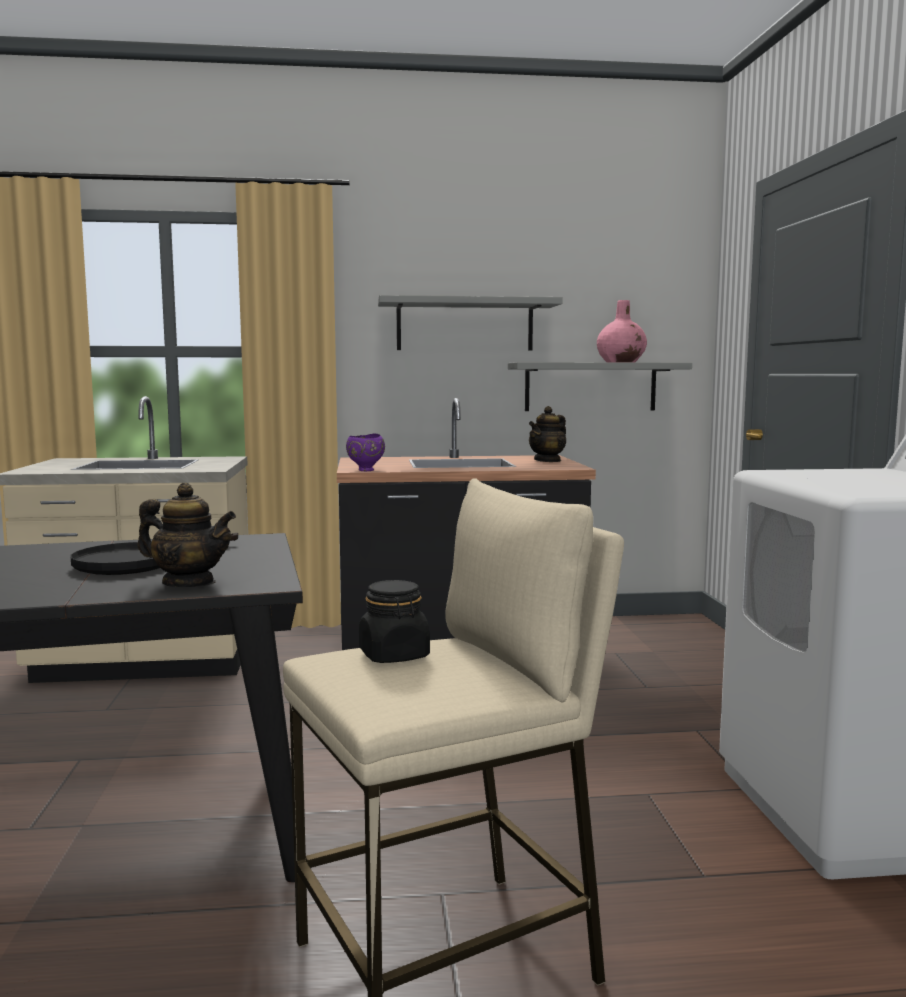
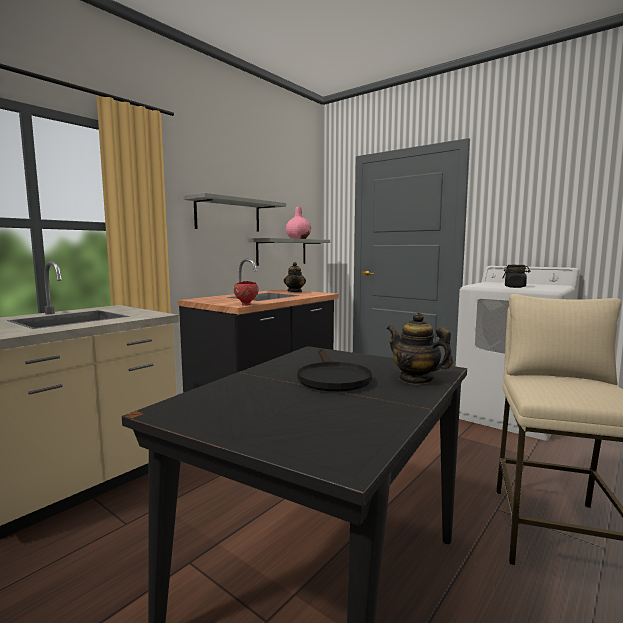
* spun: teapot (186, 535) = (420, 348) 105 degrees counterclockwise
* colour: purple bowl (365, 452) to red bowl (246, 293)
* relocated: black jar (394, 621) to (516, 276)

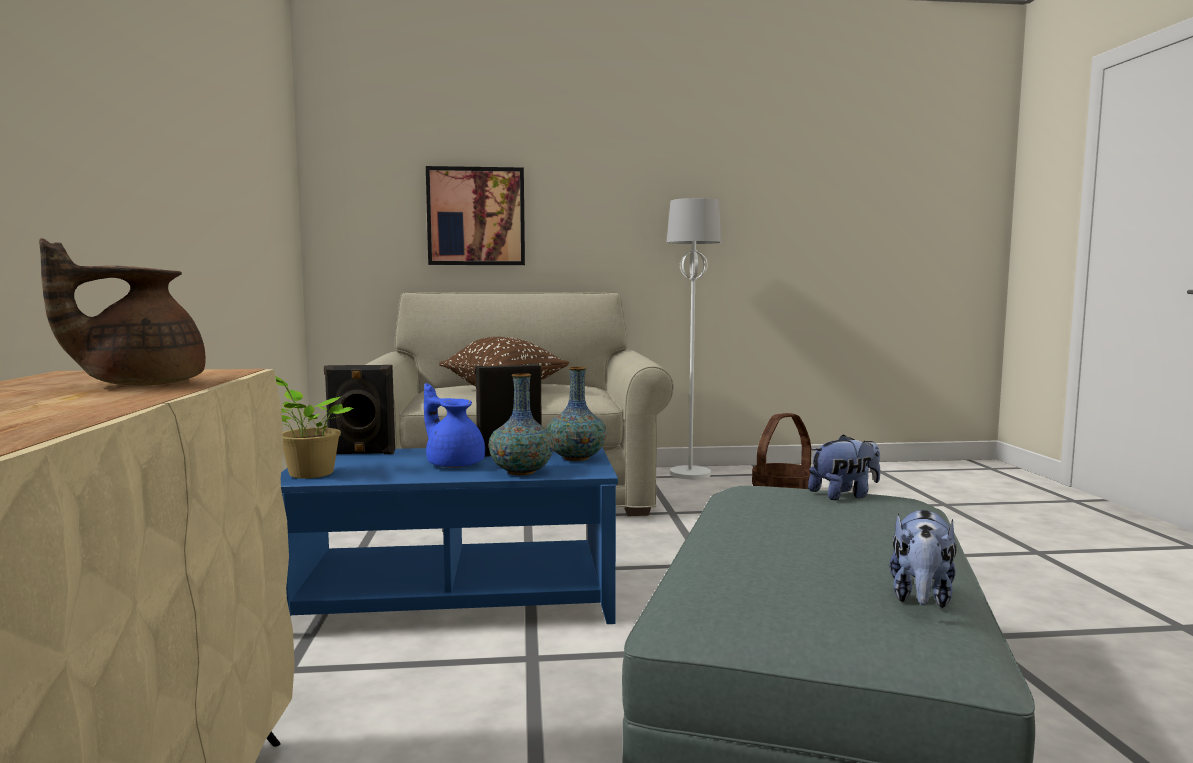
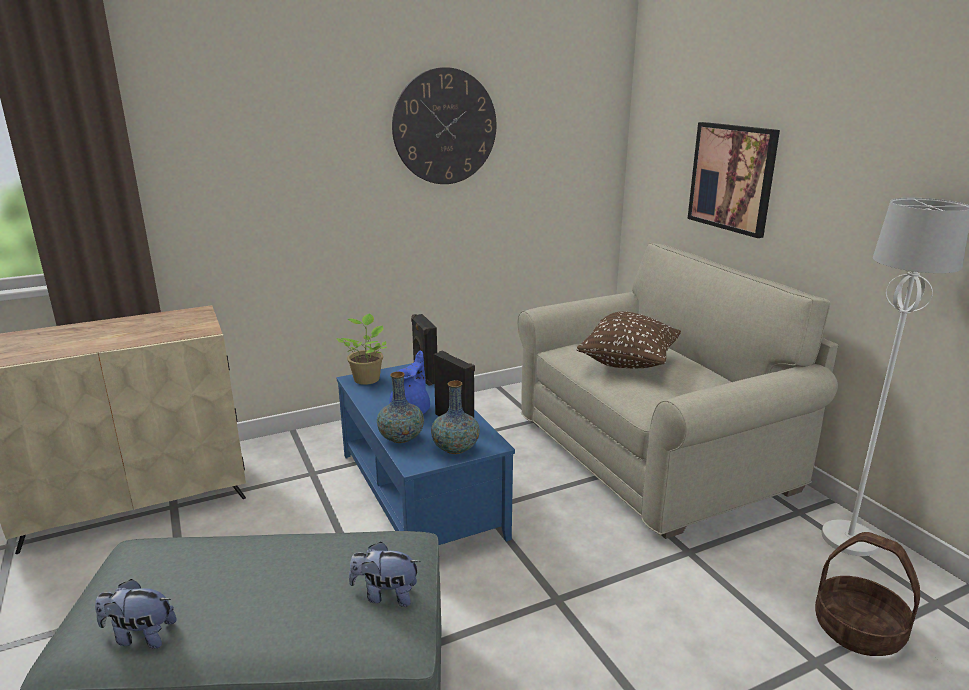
* missing: brown teapot (122, 312)
* spun: plush toy (844, 467) = (385, 574) 135 degrees clockwise
* appeared: wall clock (444, 125)

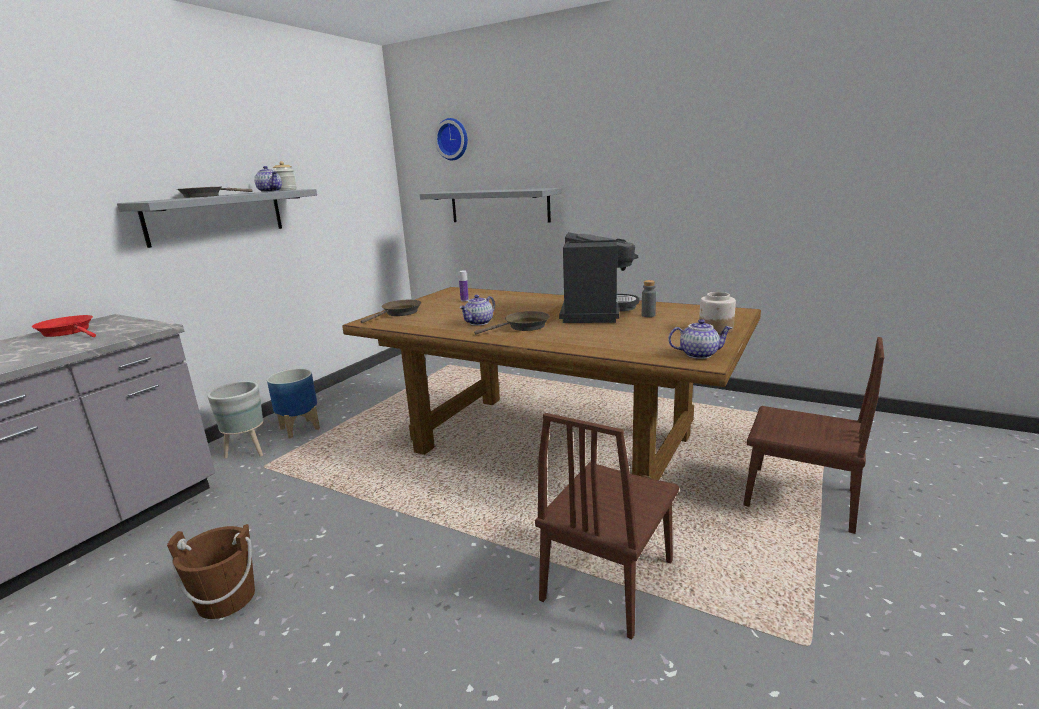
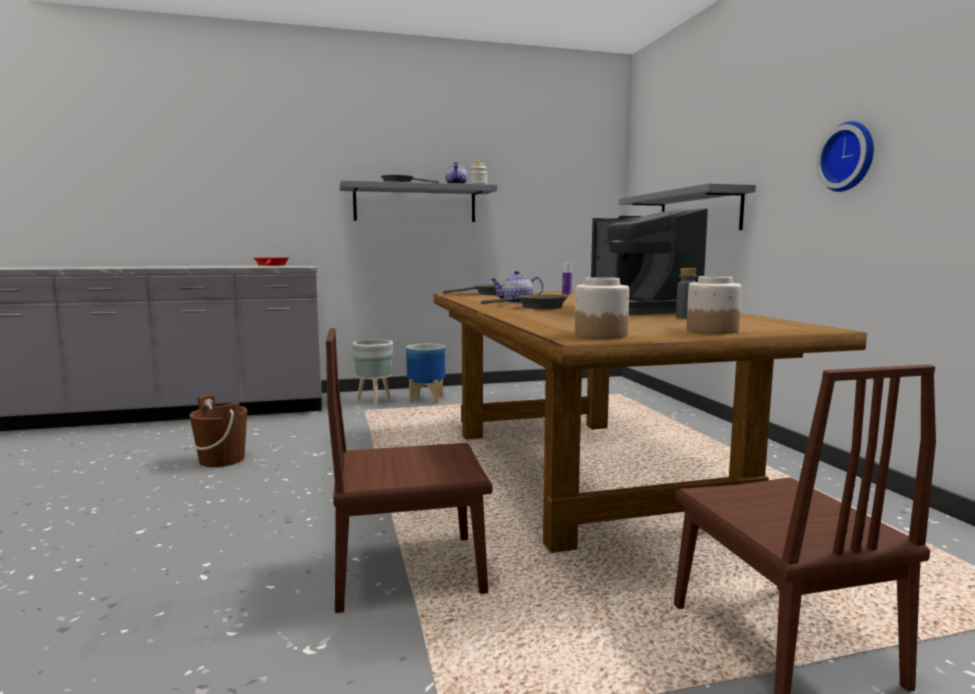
* relocated: wall clock (451, 139) to (845, 156)
* spun: coffee machine (599, 277) = (649, 261) 105 degrees clockwise
* exchanged: teapot (700, 339) to jar (602, 308)

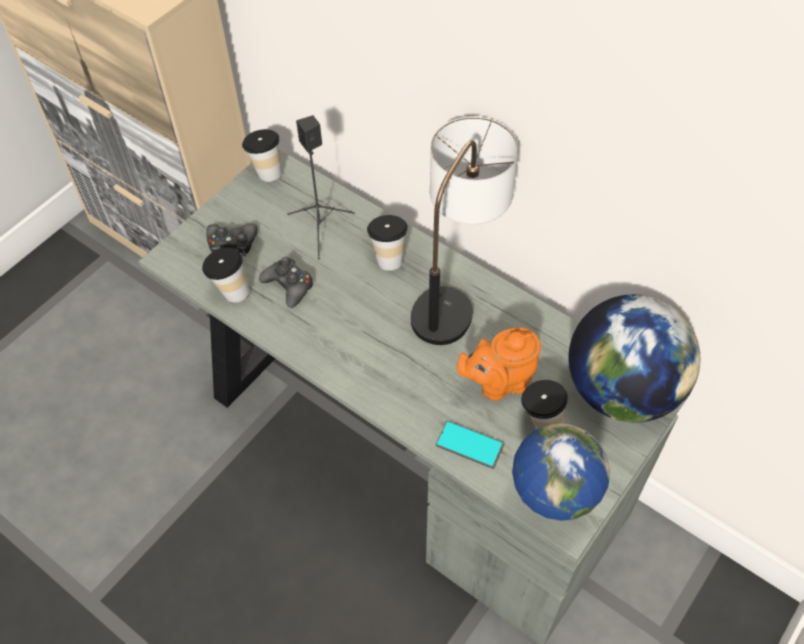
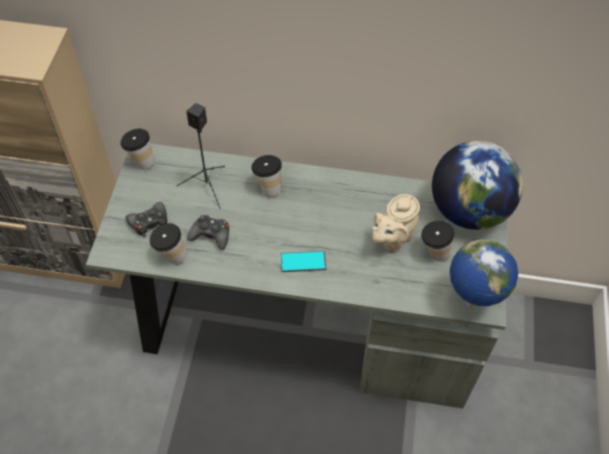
* missing: table lamp (465, 230)
* relocated: phone (470, 444) to (303, 261)
* colour: orange teapot (499, 364) to beige teapot (396, 223)

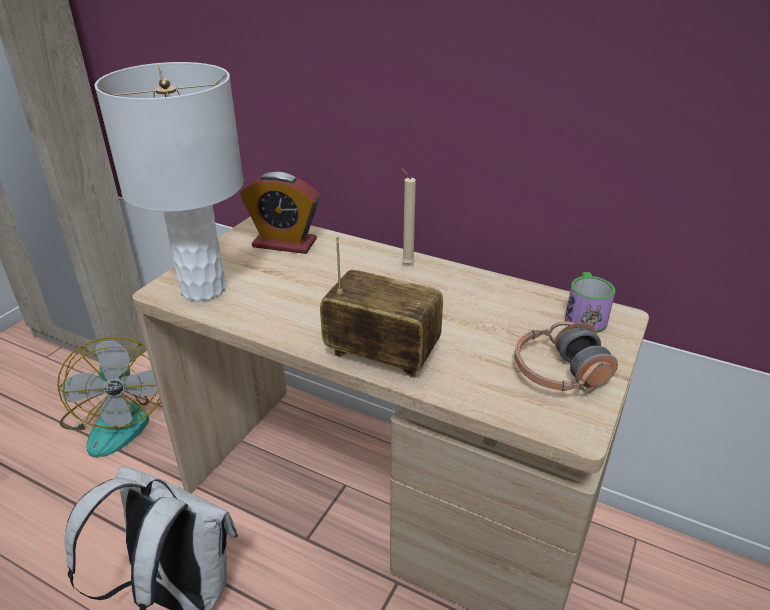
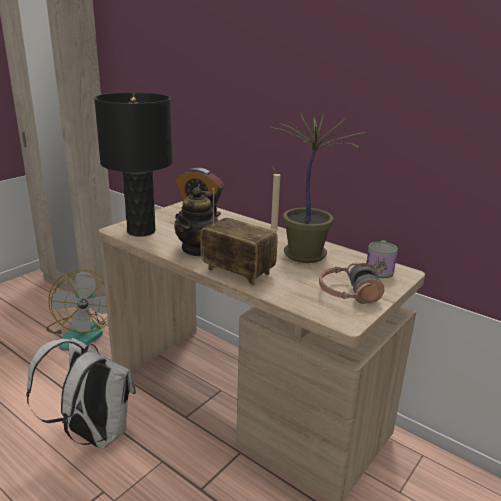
* colour: white table lamp (169, 182) to black table lamp (133, 164)
* appeared: teapot (196, 221)
* appeared: potted plant (320, 188)

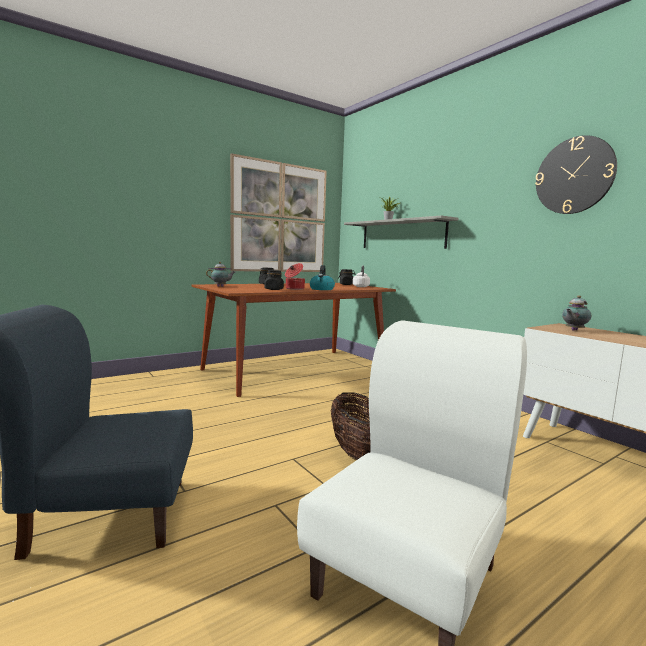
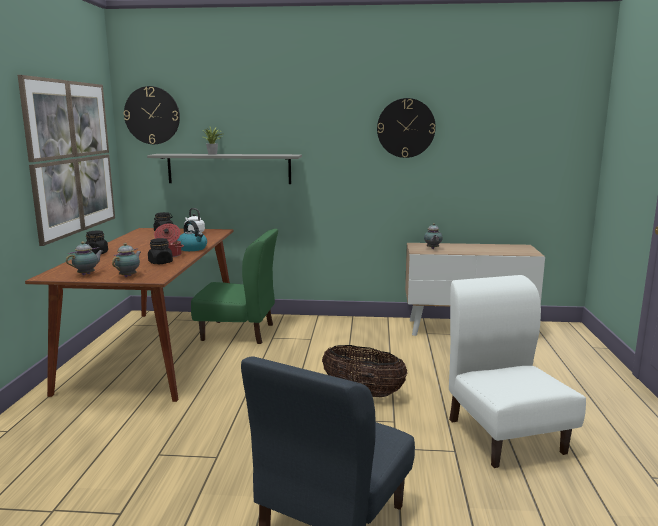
* appeared: teapot (126, 260)
* appeared: wall clock (152, 115)
* appeared: green chair (234, 286)

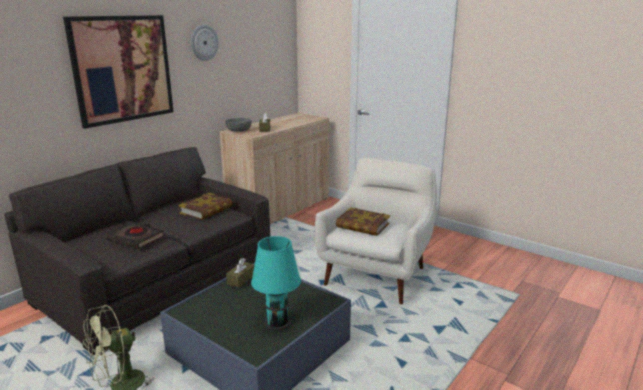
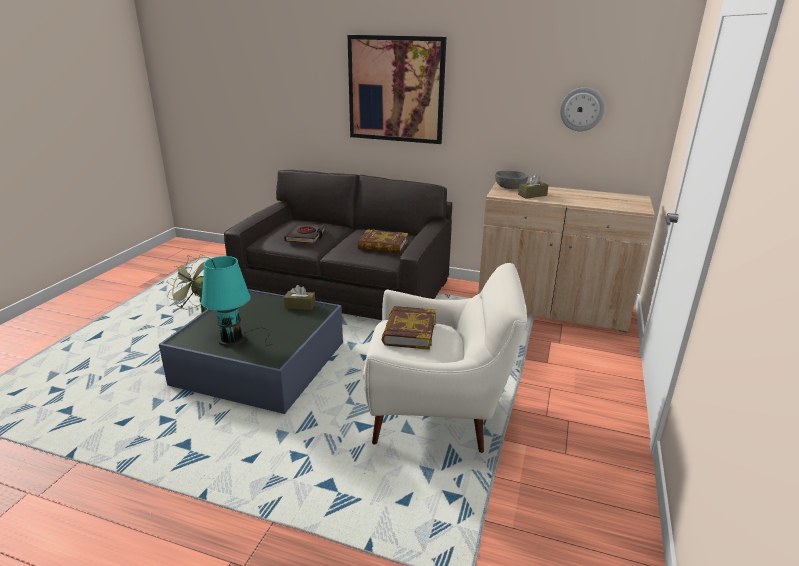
* relocated: wall clock (205, 42) to (582, 109)

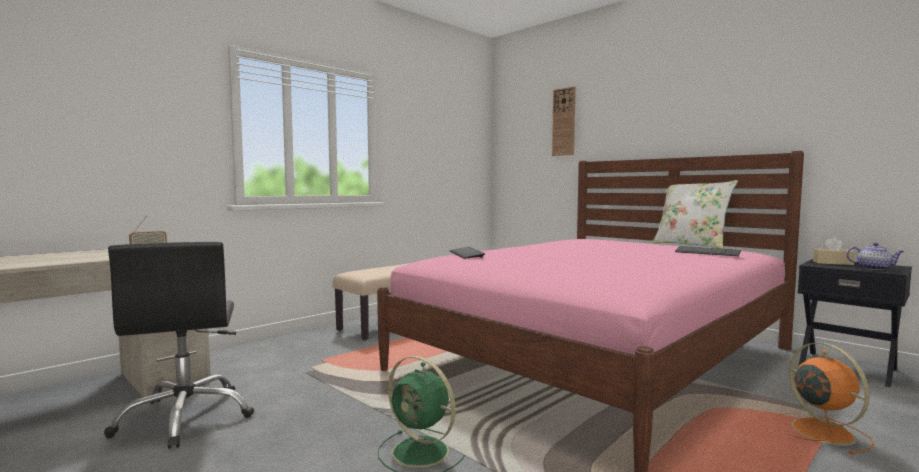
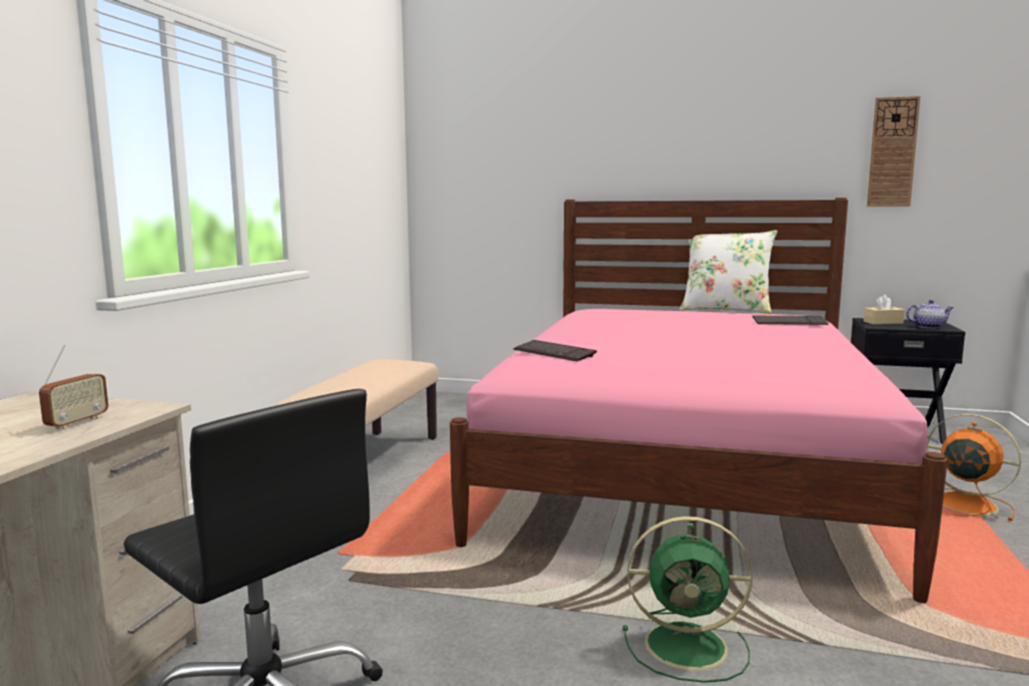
* relocated: wall clock (563, 121) to (894, 151)

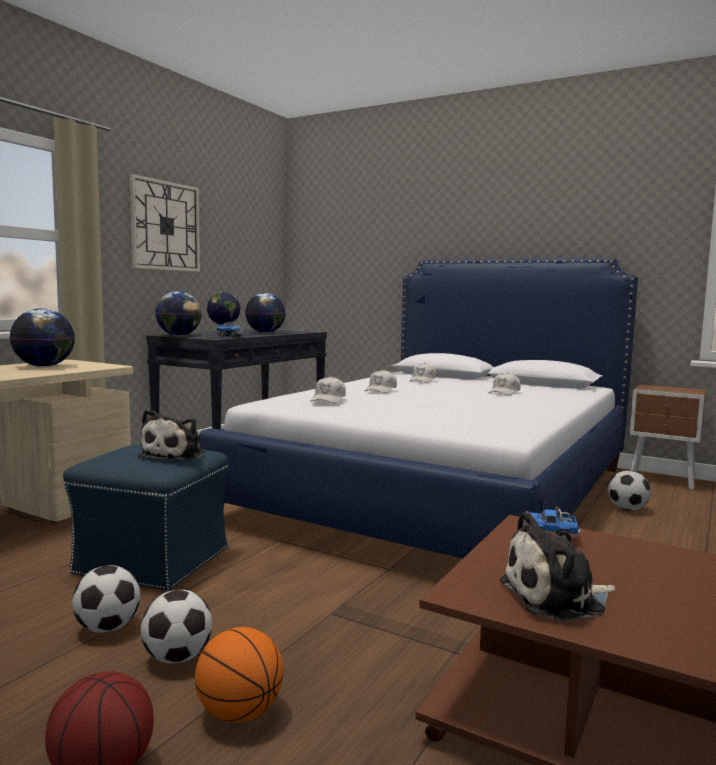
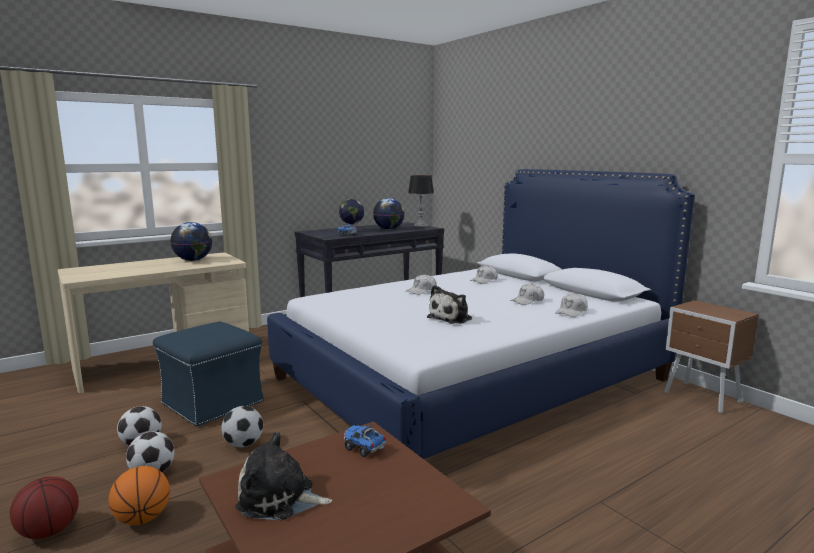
* missing: wall clock (165, 223)
* relocated: plush toy (171, 435) to (449, 304)
* missing: globe (178, 313)
* relocated: white cap (328, 389) to (571, 305)
* relocated: football (629, 491) to (242, 426)
* appeared: table lamp (421, 201)

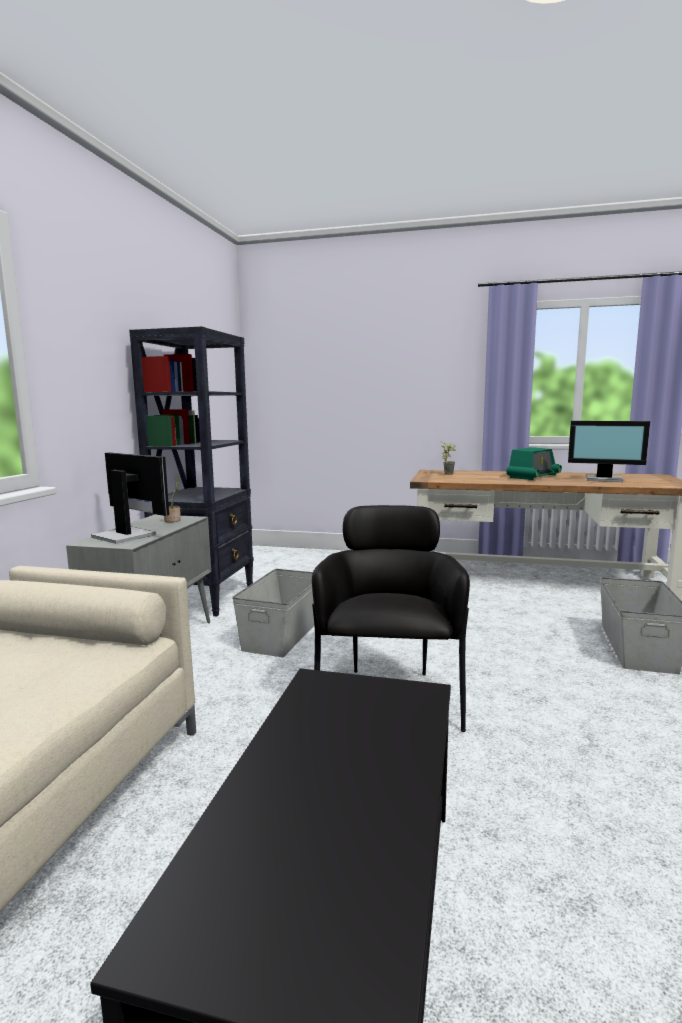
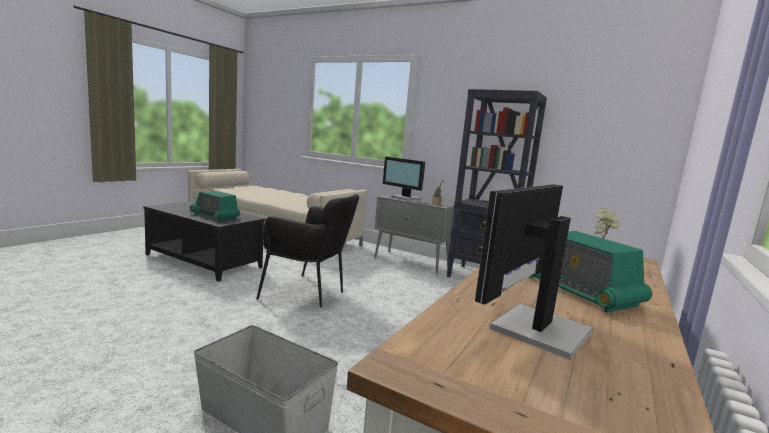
* spun: monitor (130, 498) = (404, 178) 75 degrees clockwise
* missing: grey storage box (273, 613)
* appeared: radio (214, 206)

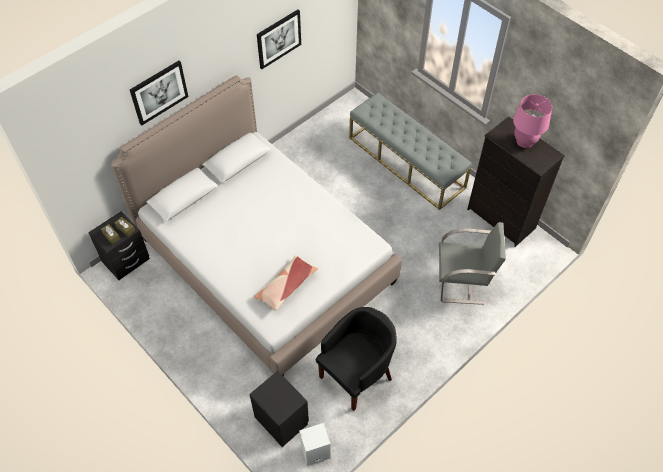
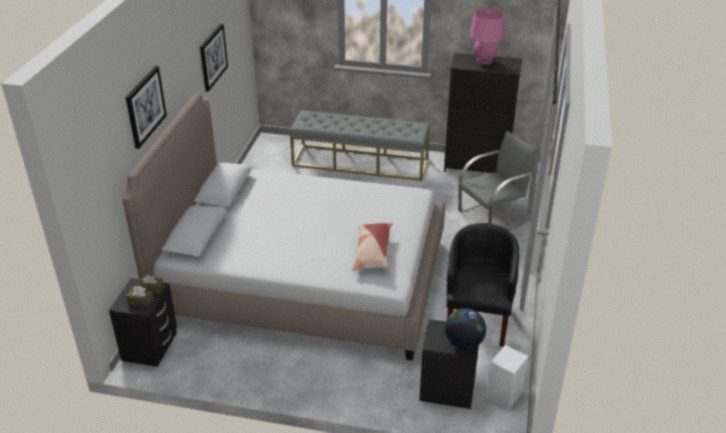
* appeared: globe (465, 329)

